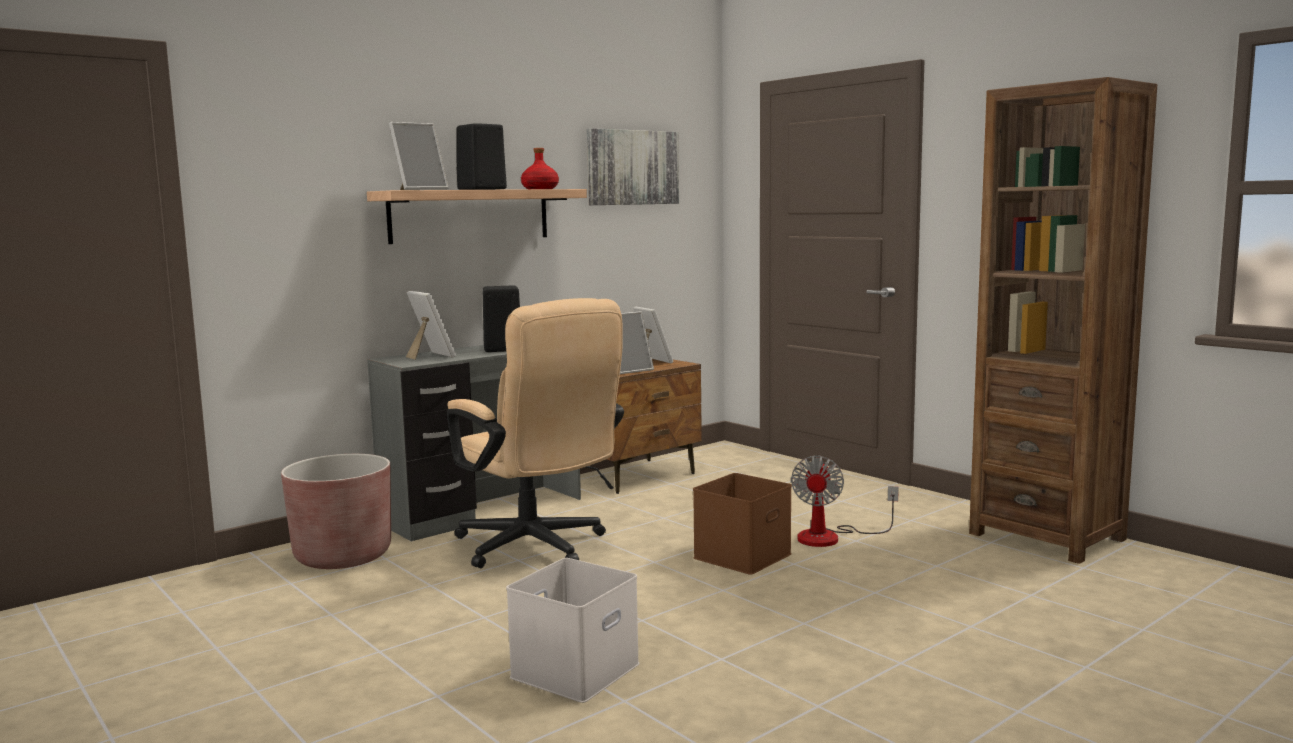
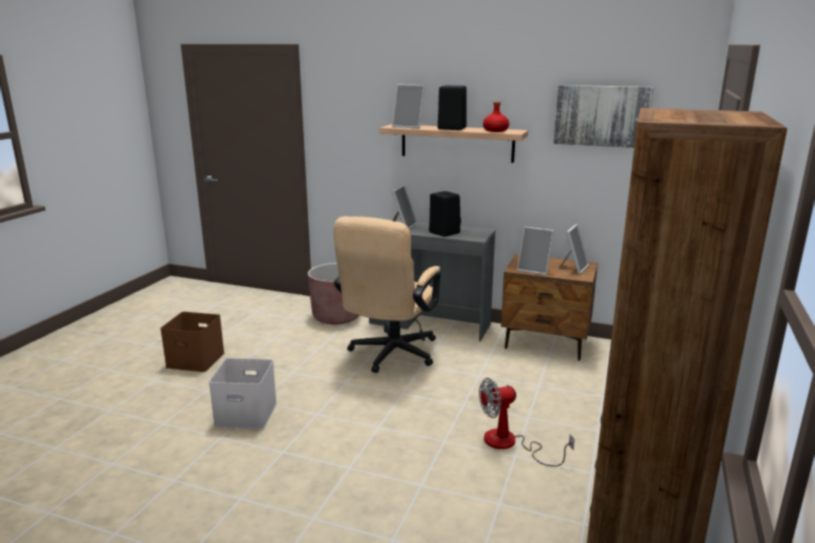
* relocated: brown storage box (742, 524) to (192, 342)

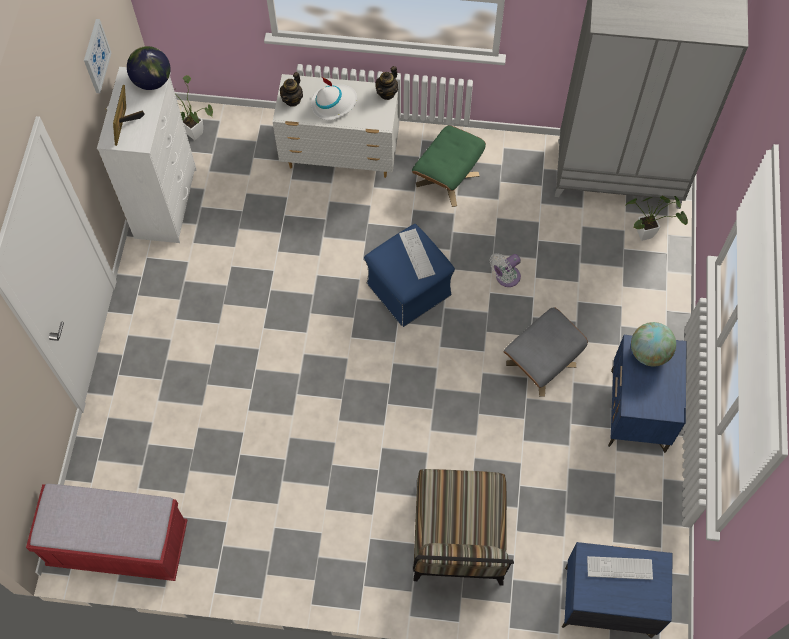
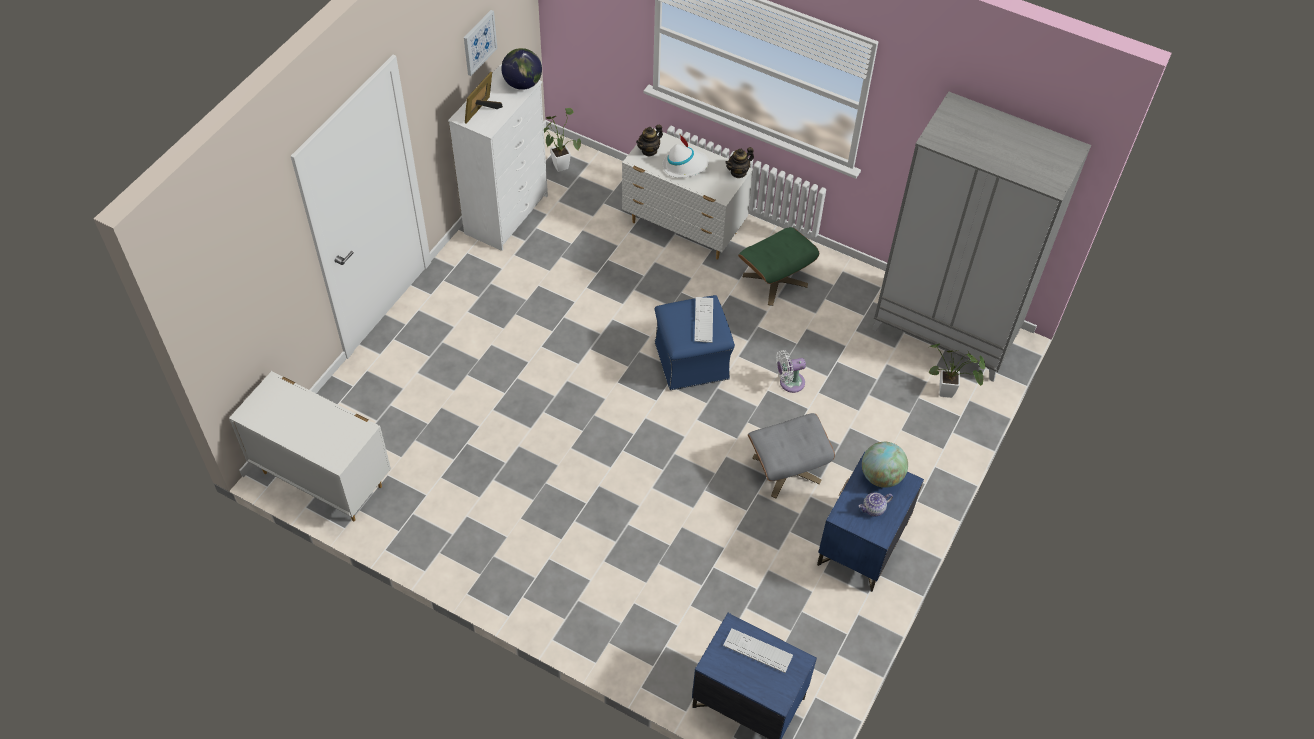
* exchanged: red bench (106, 532) to white dresser (310, 446)
* missing: chair (463, 527)
* appeared: teapot (876, 504)

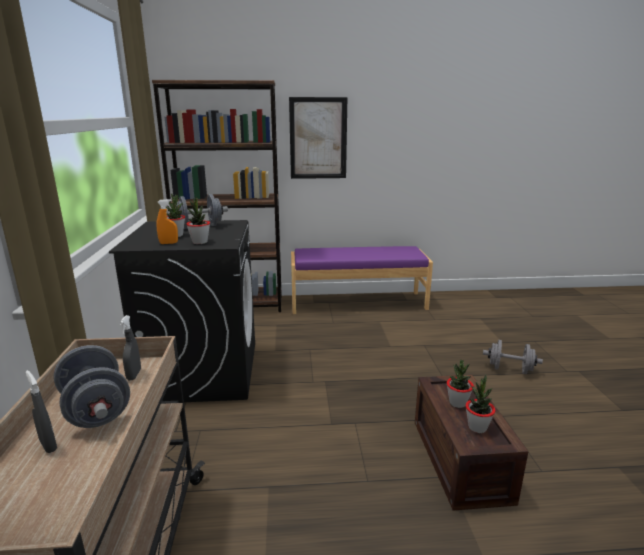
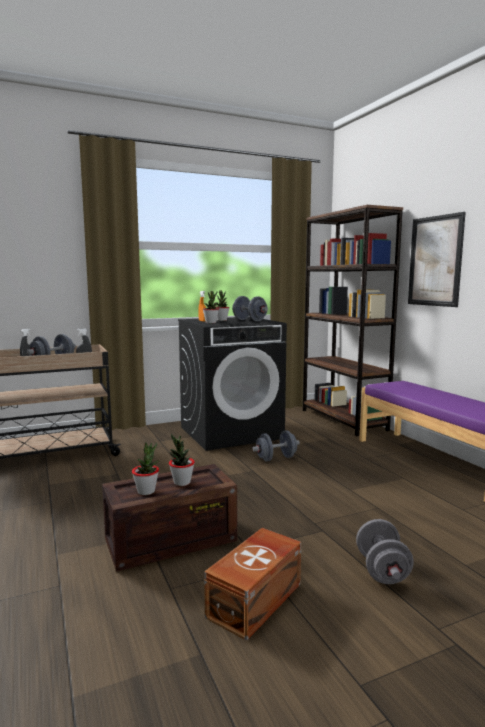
* appeared: brown storage box (252, 584)
* appeared: grey dumbbell (276, 446)

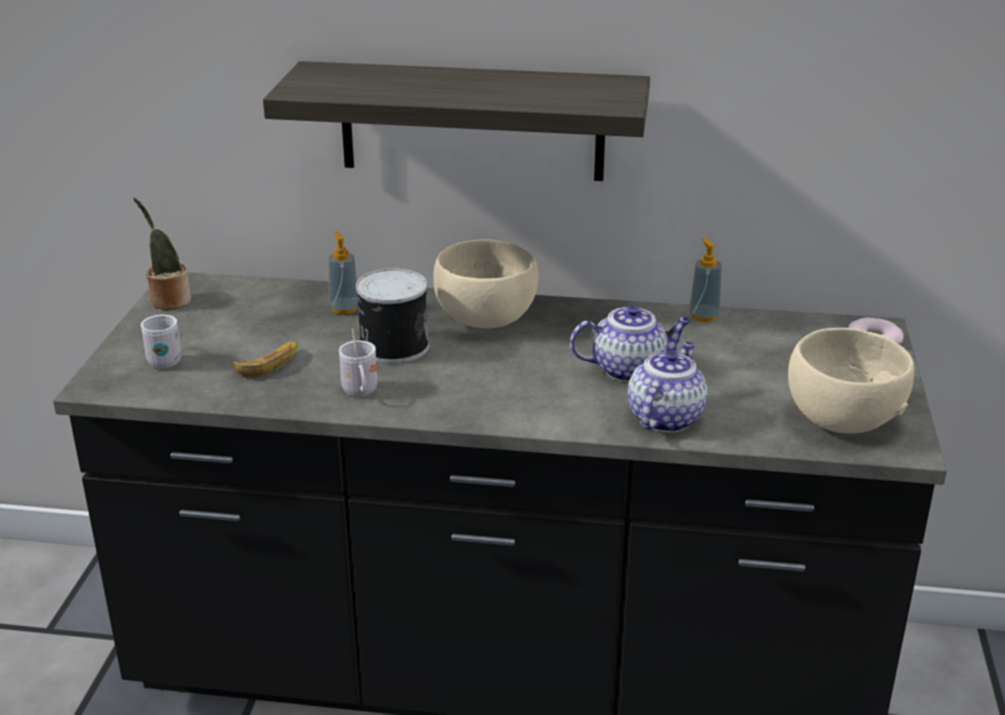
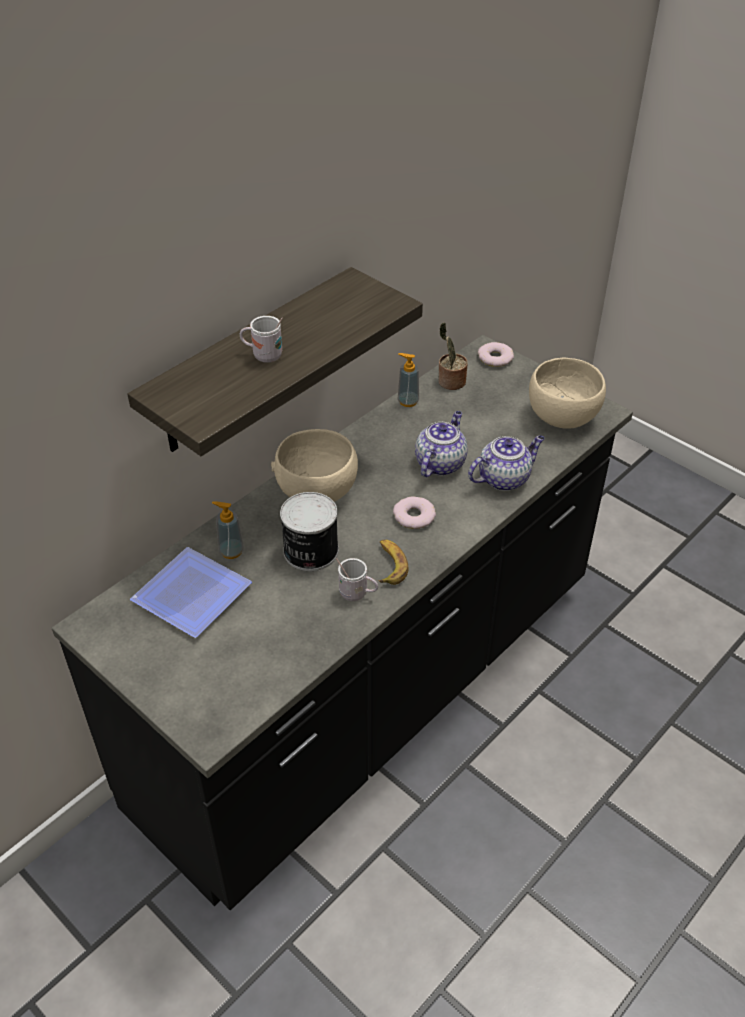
* relocated: potted plant (162, 253) to (453, 356)
* relocated: white mug (161, 341) to (261, 339)
* relocated: banana (264, 359) to (393, 562)
* spun: teapot (668, 387) = (506, 463) 90 degrees clockwise
* appeared: plate (191, 592)
* appeared: donut (414, 512)

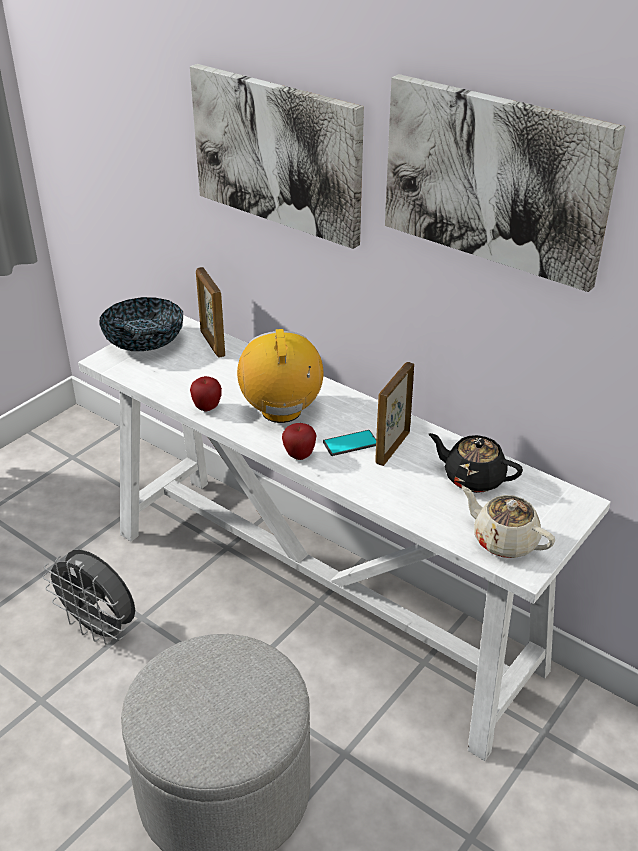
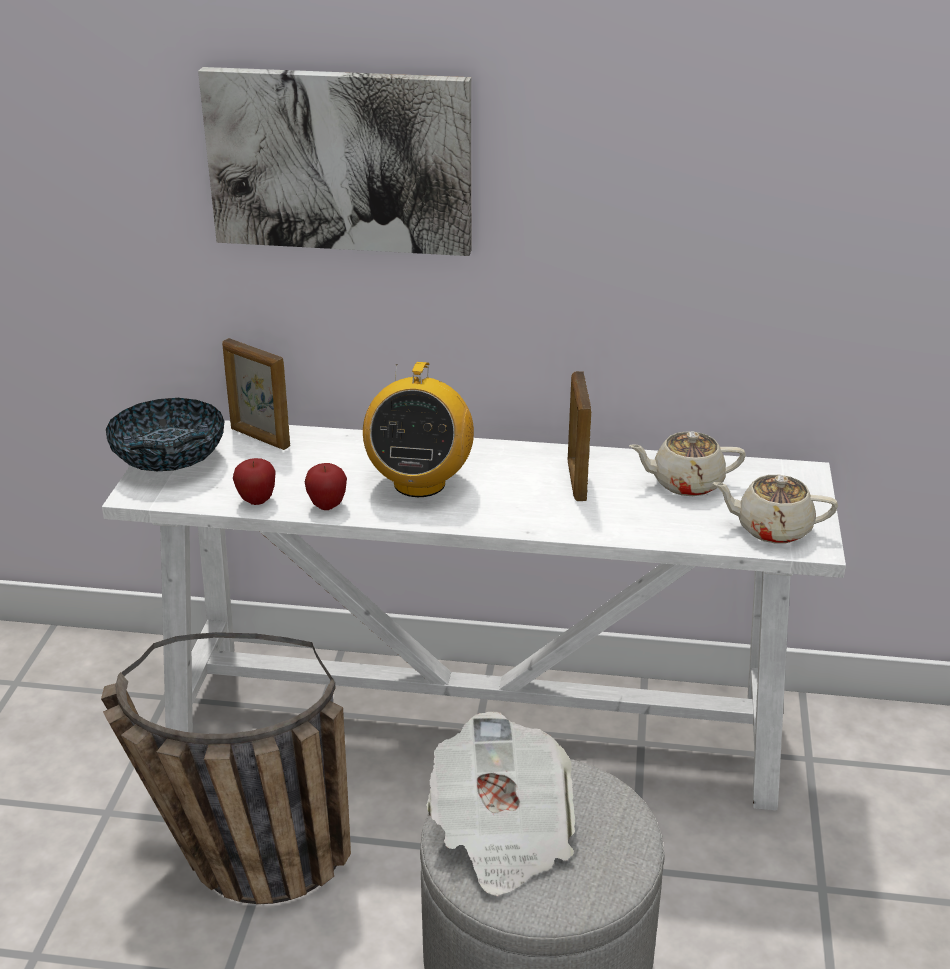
* exchanged: grey fan (89, 597) to basket (226, 768)
* spun: radio (280, 376) = (418, 429) 135 degrees counterclockwise
* relocated: apple (299, 441) to (254, 481)
* missing: phone (349, 443)
* missing: picture (505, 183)
* colour: black teapot (476, 463) to beige teapot (687, 463)
* appeared: newspaper (500, 804)

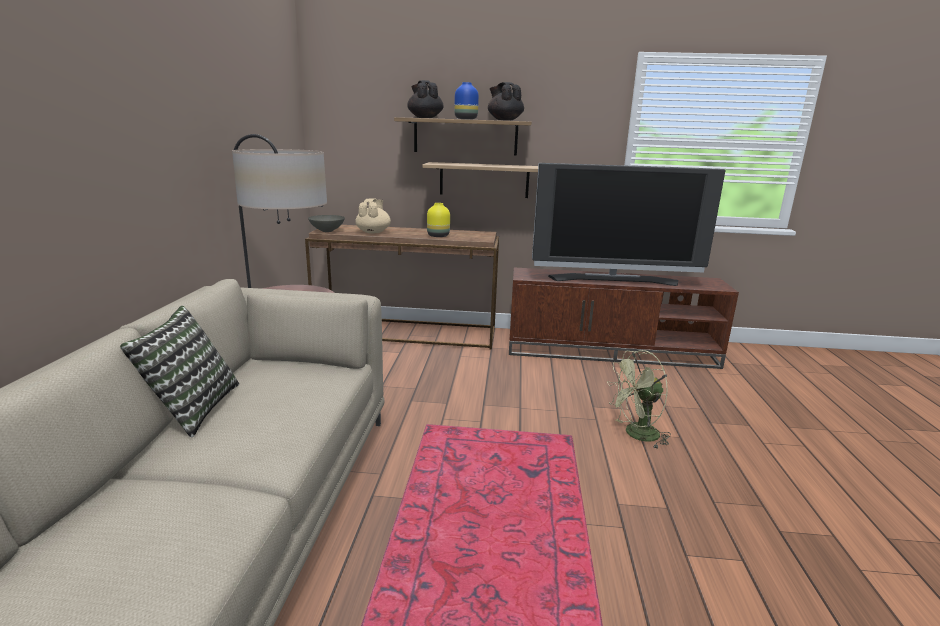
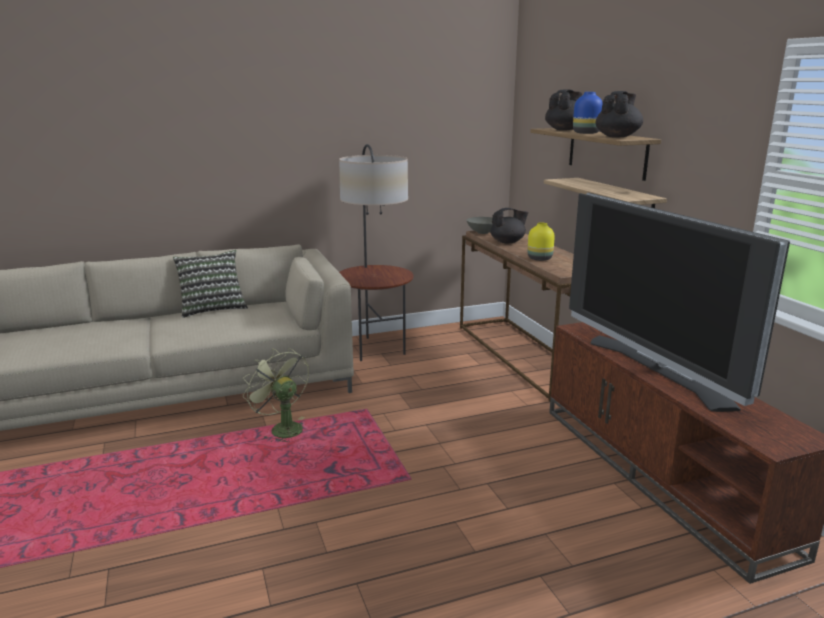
* colour: beige teapot (373, 216) to black teapot (509, 225)
* relocated: green fan (639, 399) to (276, 395)

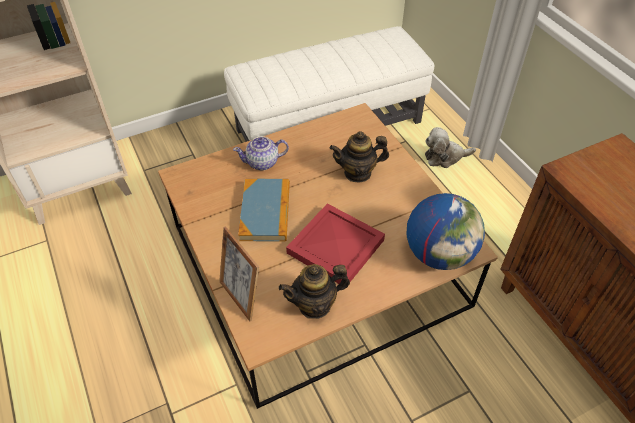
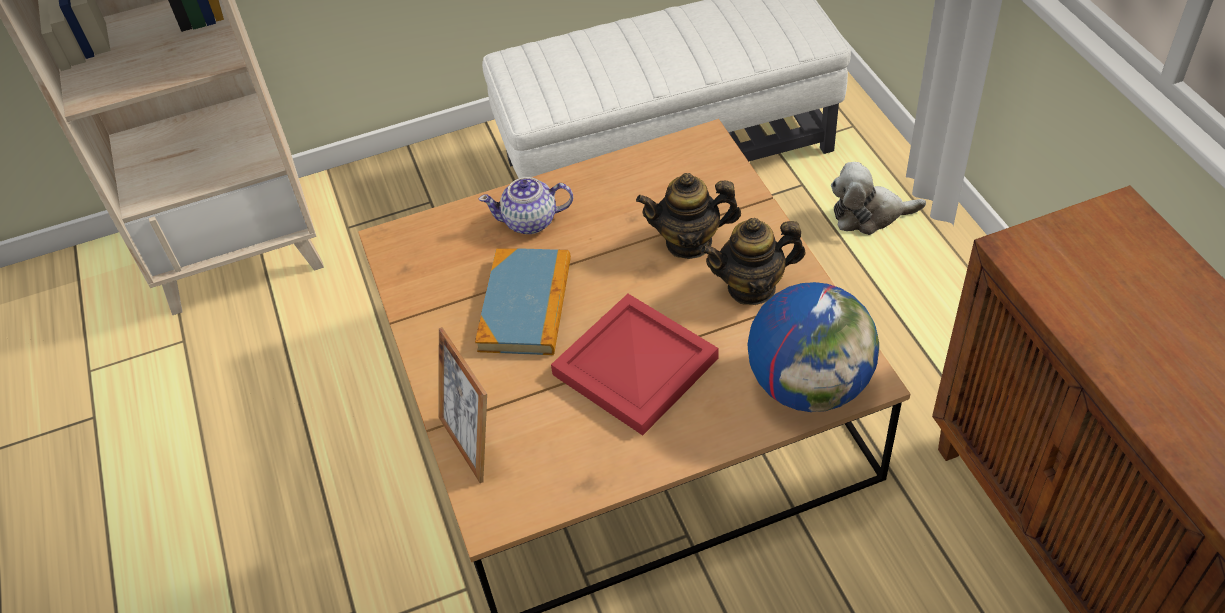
* relocated: teapot (314, 291) to (753, 261)

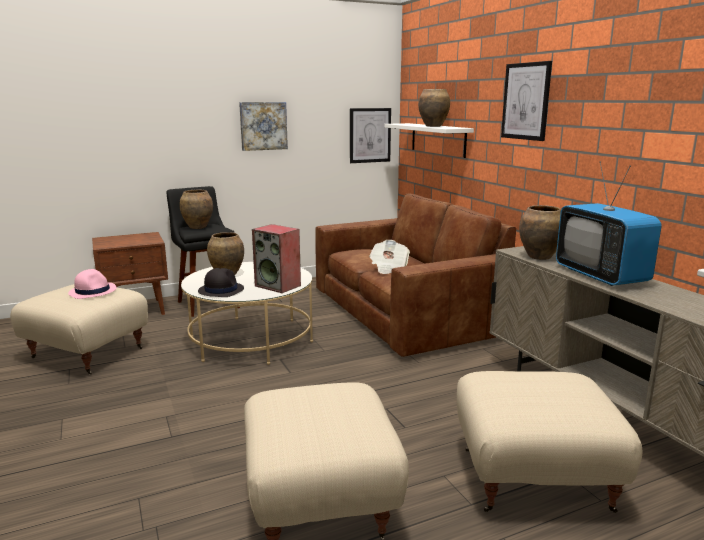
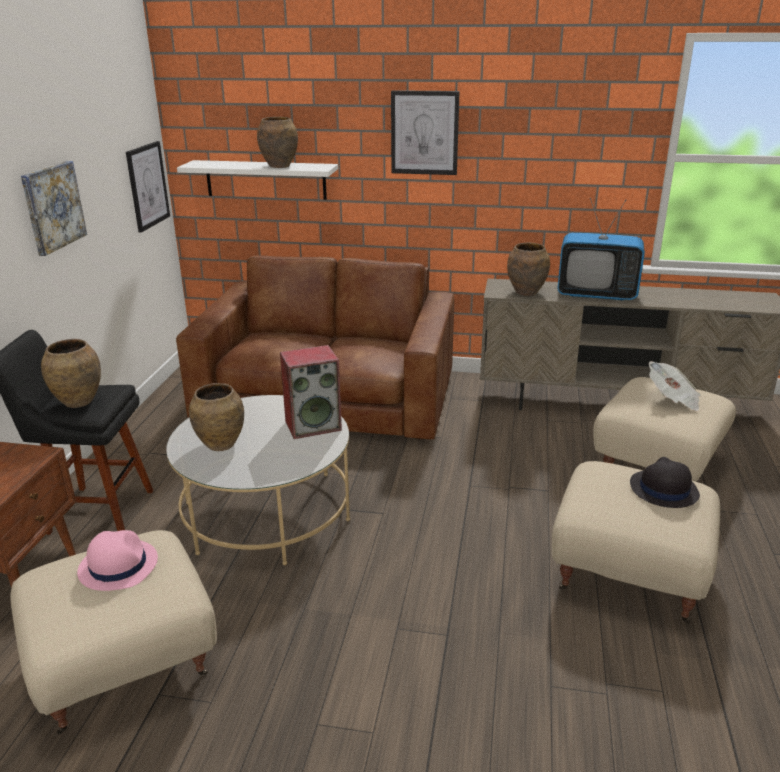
* relocated: black hat (221, 282) to (665, 482)
* relocated: newspaper (389, 257) to (674, 386)

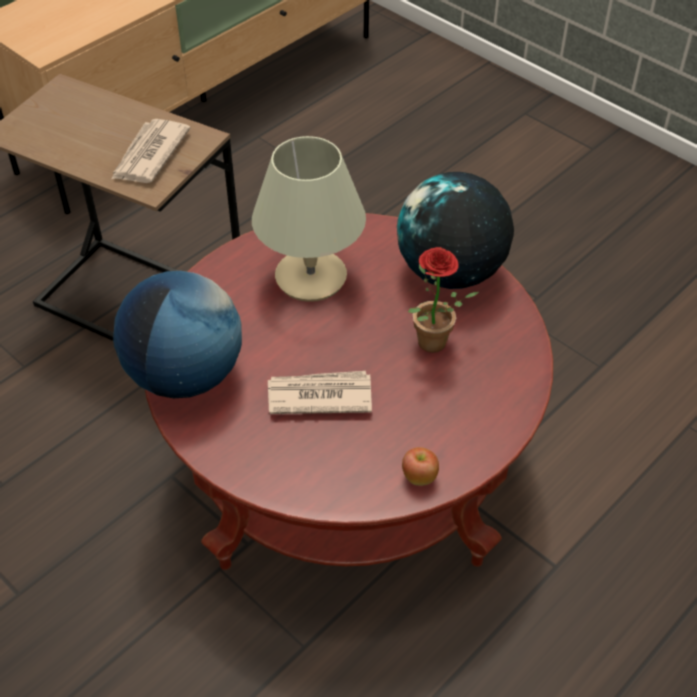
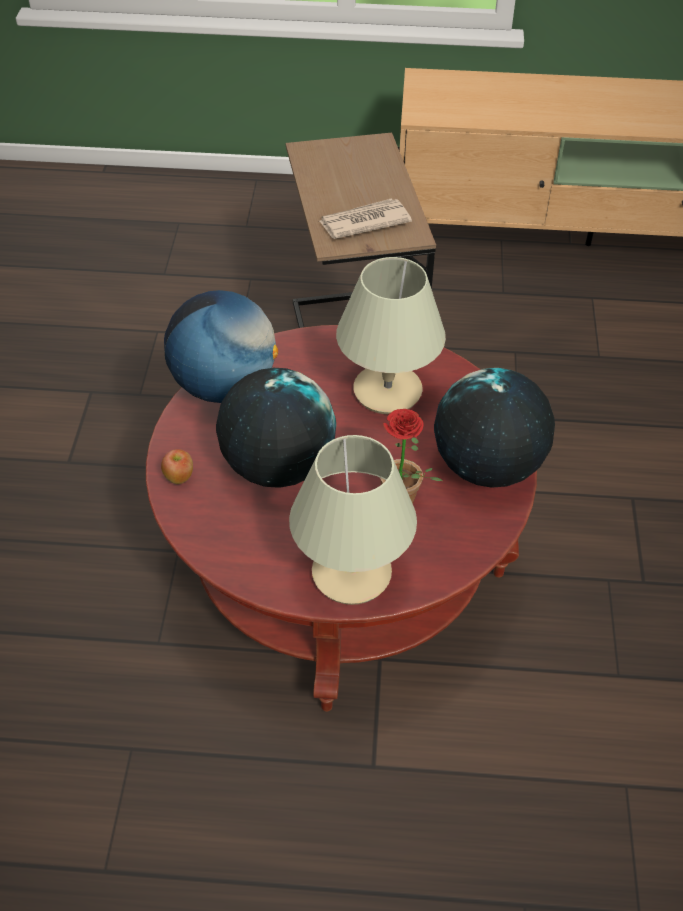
* exchanged: newspaper (320, 392) to globe (276, 428)
* relocated: apple (420, 466) to (177, 466)
* appeared: beige table lamp (353, 520)

